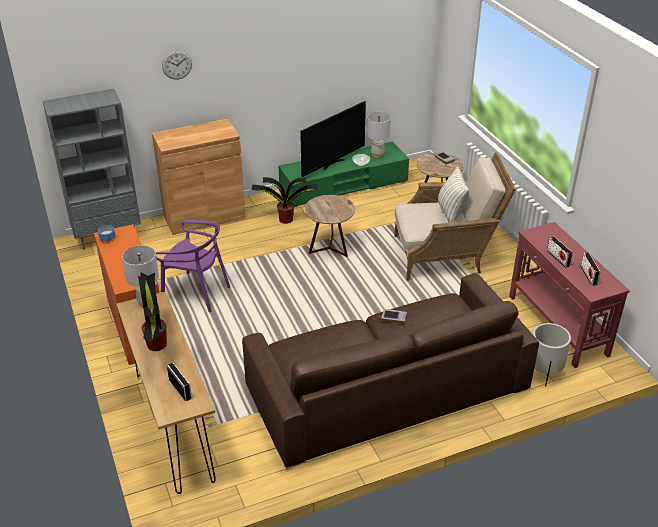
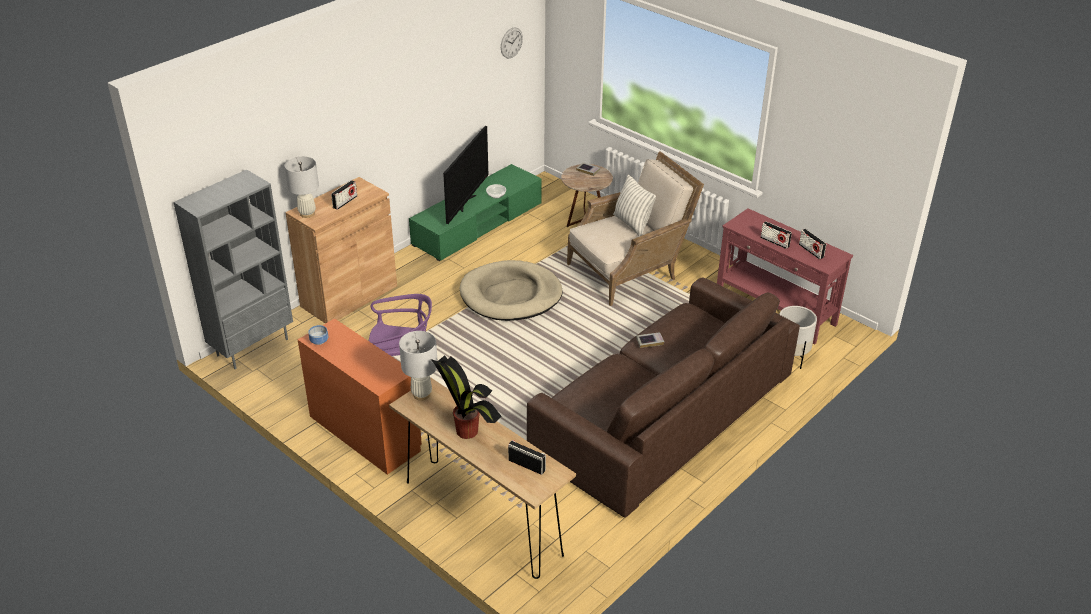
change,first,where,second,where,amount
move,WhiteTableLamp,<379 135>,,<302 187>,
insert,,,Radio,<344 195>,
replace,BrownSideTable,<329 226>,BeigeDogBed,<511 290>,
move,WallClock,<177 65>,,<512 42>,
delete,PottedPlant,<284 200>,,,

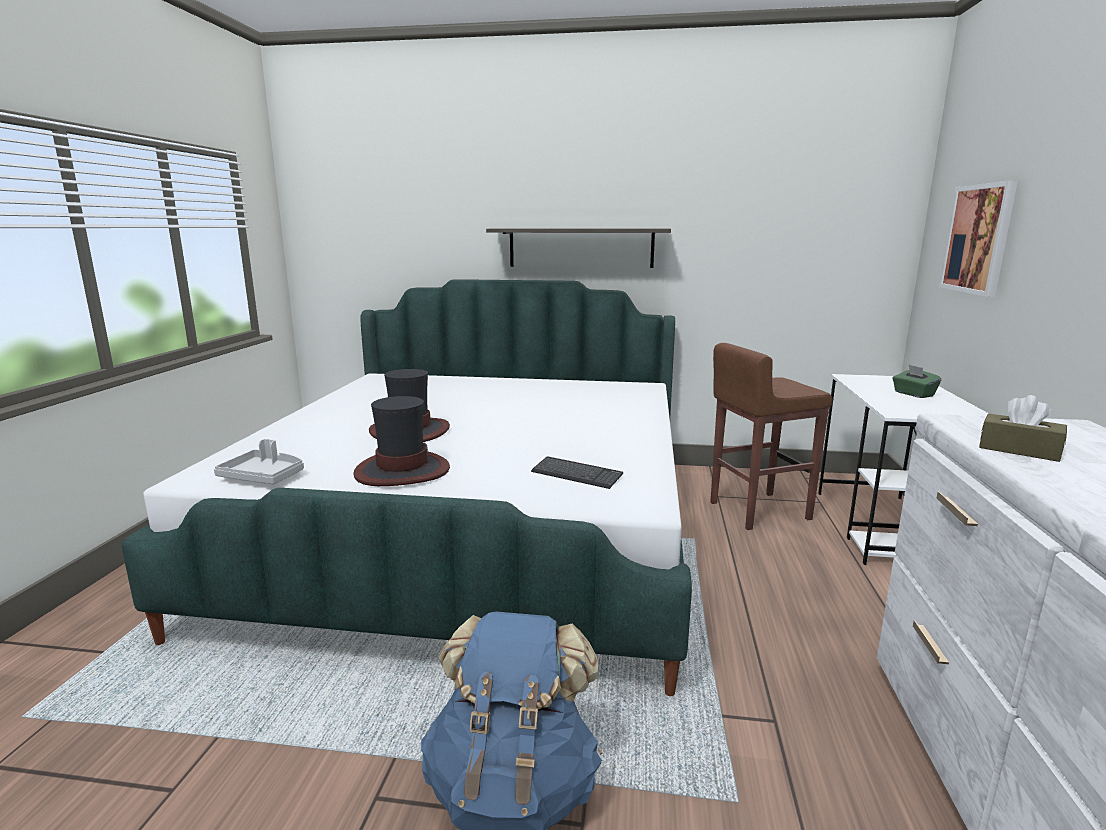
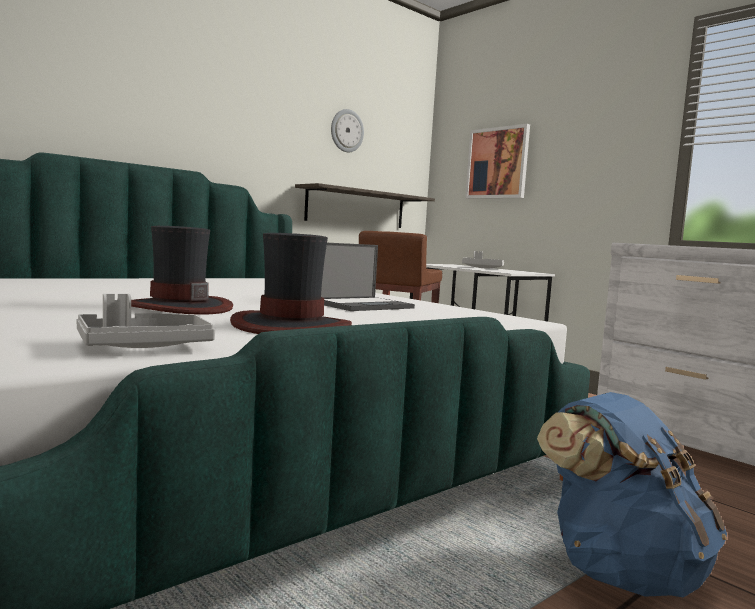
change,first,where,second,where,amount
move,Shelf,<578 248>,,<365 205>,
insert,,,Laptop,<368 277>,
insert,,,WallClock,<347 130>,
replace,GreenTissueBox,<917 381>,GreyTray,<483 259>,
delete,Keyboard,<577 473>,,,
delete,BrownTissueBox,<1023 428>,,,

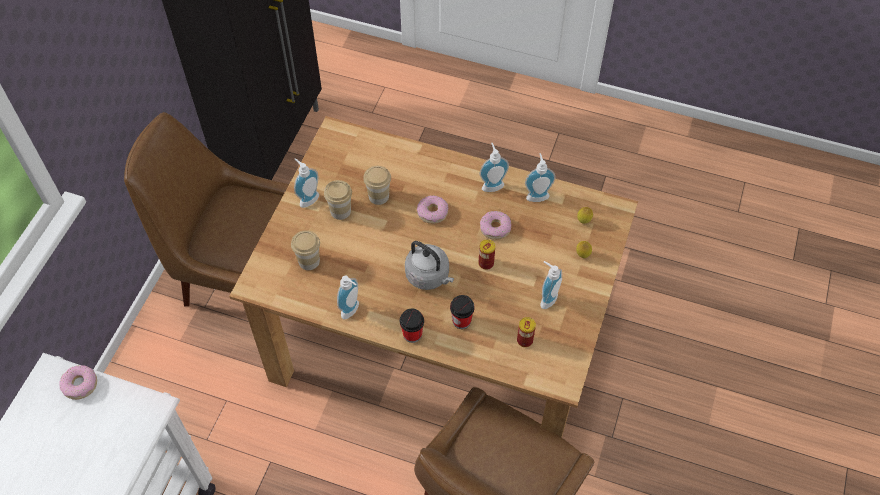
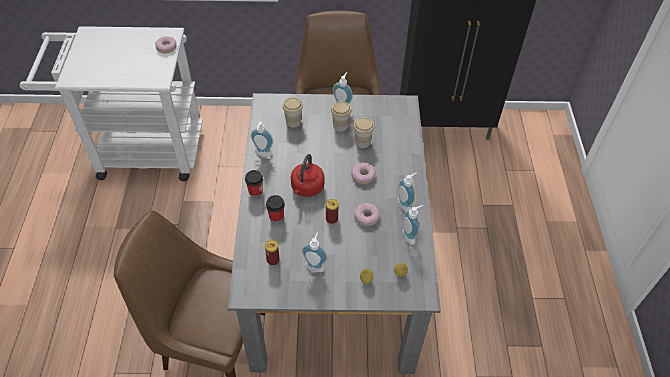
change,first,where,second,where,amount
recolor,BrownDiningTable,<433 277>,GreyDiningTable,<334 233>,
recolor,GreyKettle,<429 265>,RedKettle,<307 175>,

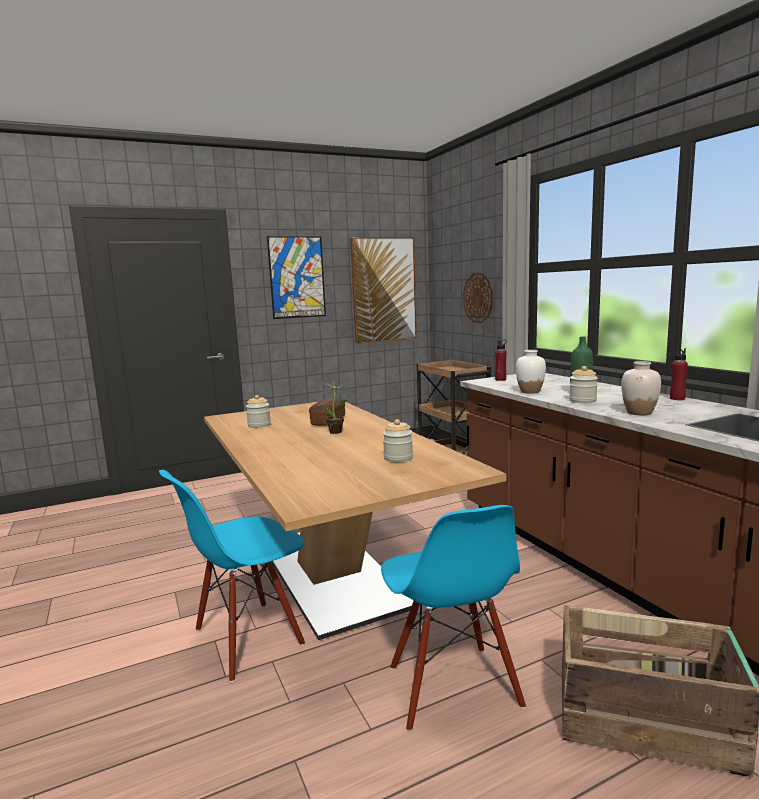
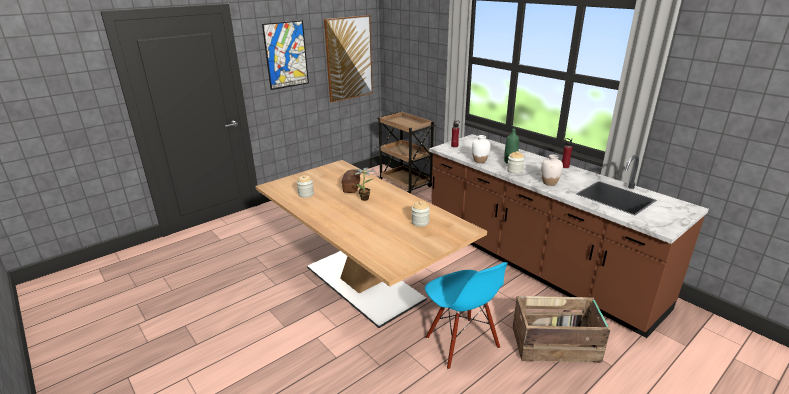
change,first,where,second,where,amount
delete,BlueChair,<232 576>,,,
delete,WallClock,<478 298>,,,

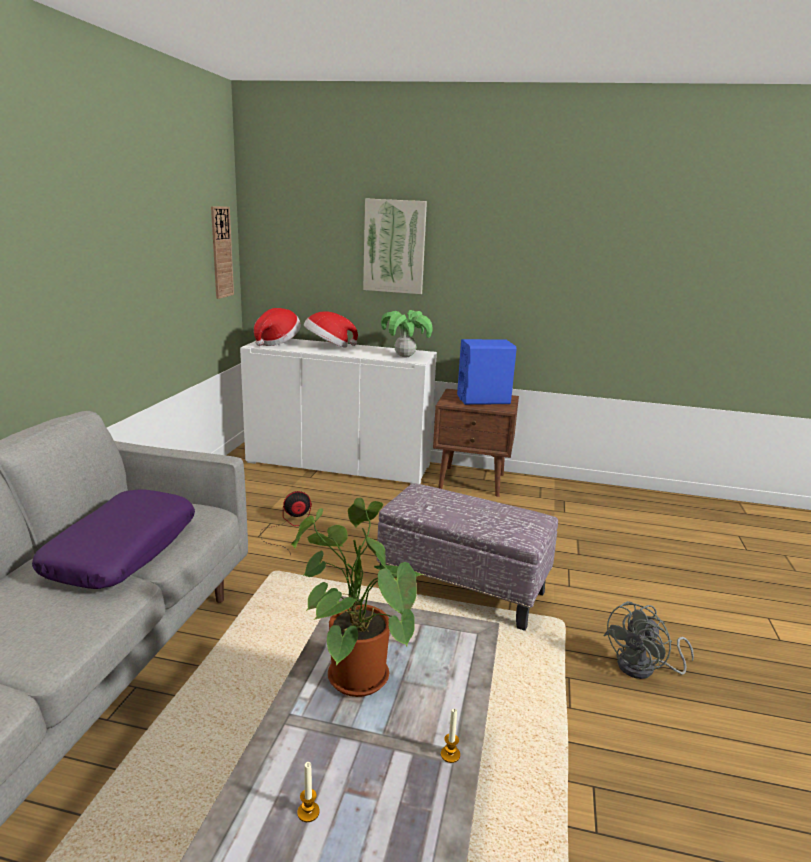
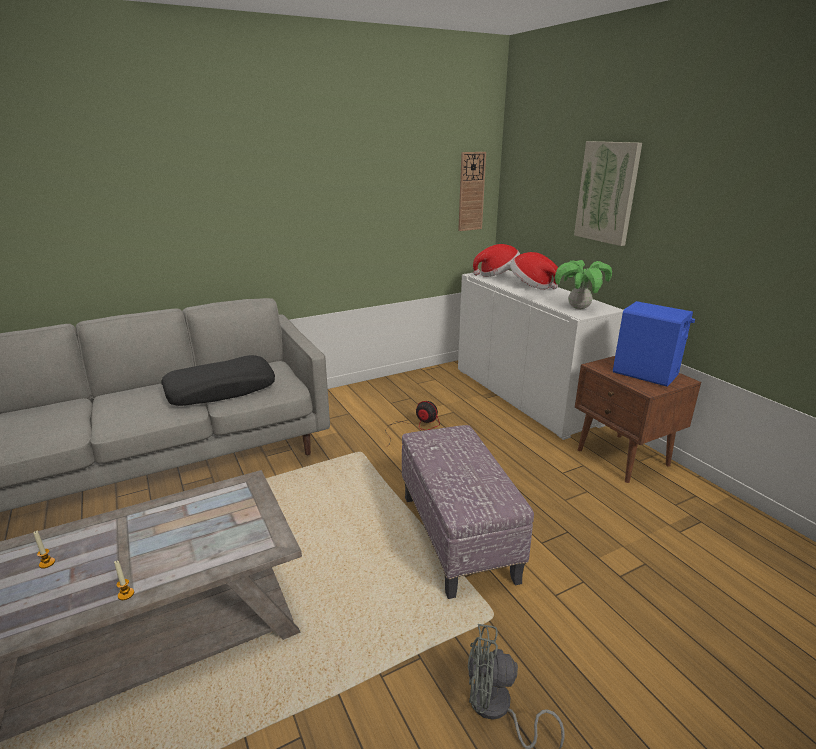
change,first,where,second,where,amount
recolor,PurplePillow,<113 539>,BlackPillow,<218 380>,
delete,PottedPlant,<358 597>,,,

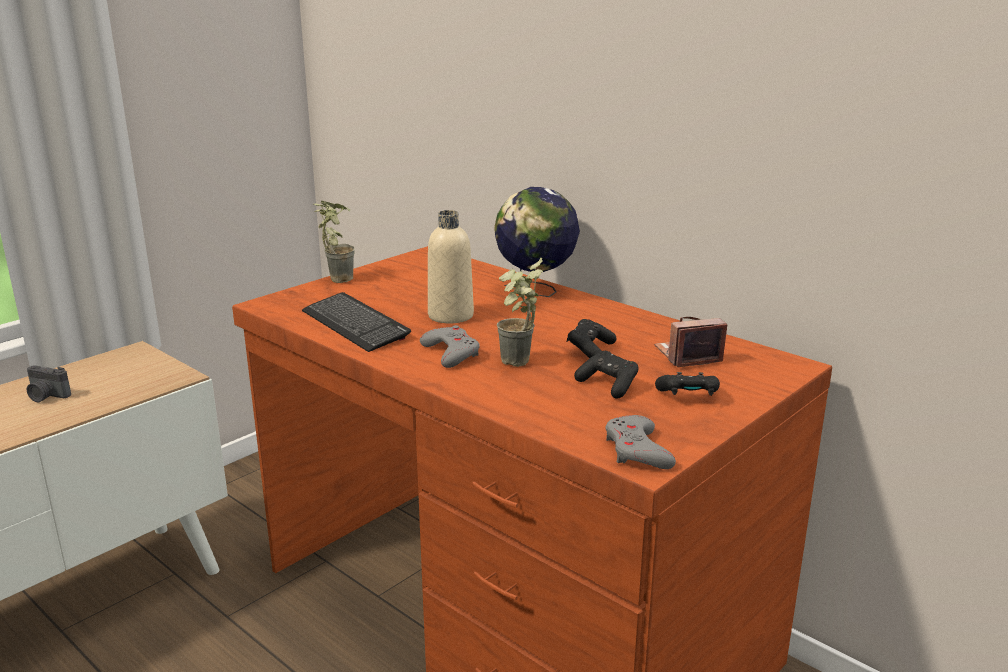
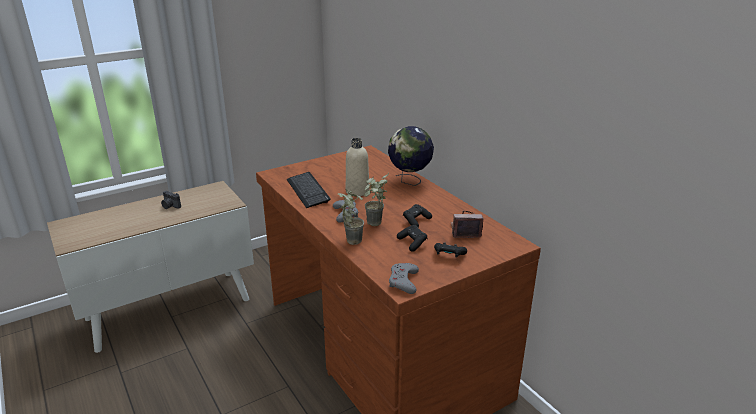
change,first,where,second,where,amount
move,PottedPlant,<334 242>,,<351 217>,

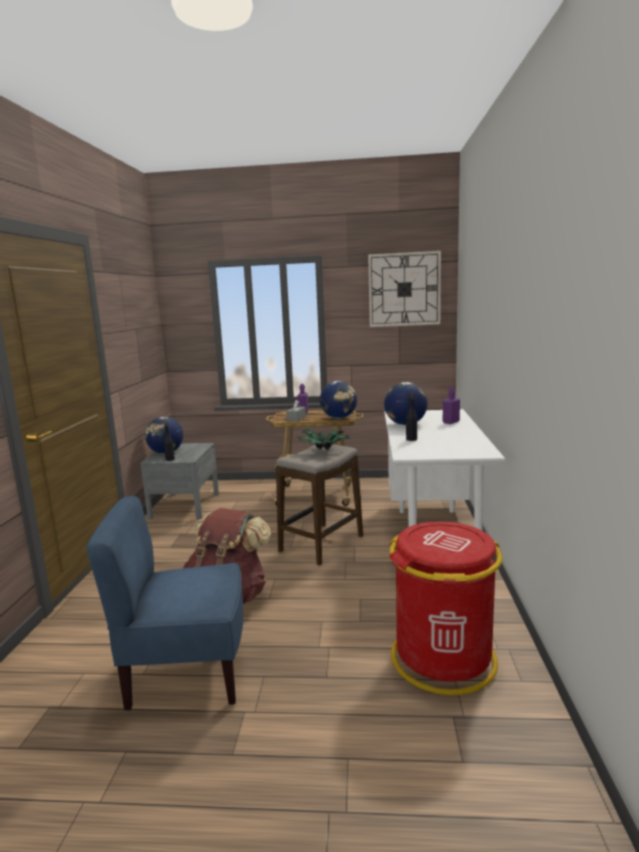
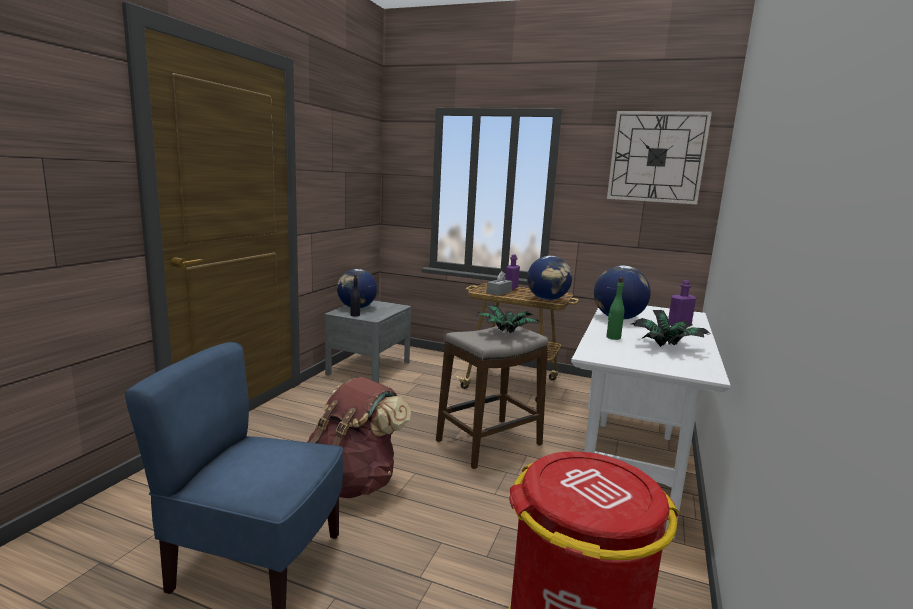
change,first,where,second,where,amount
recolor,BlackBottle,<411 417>,GreenBottle,<615 308>,
insert,,,PottedPlant,<671 328>,

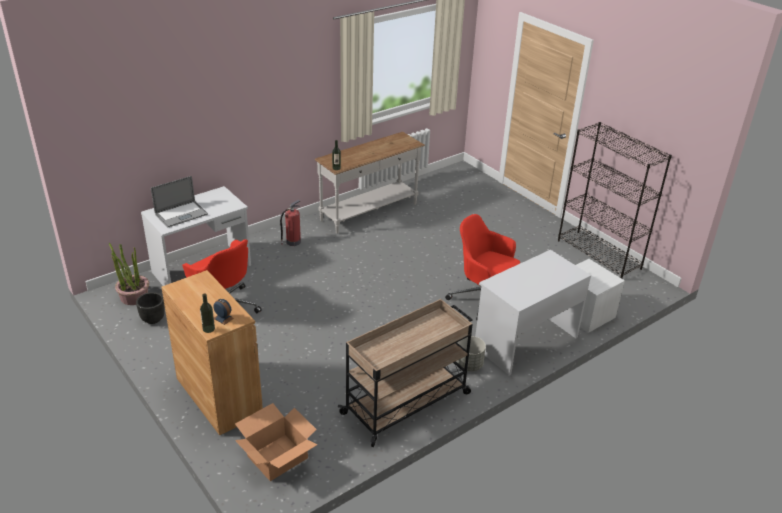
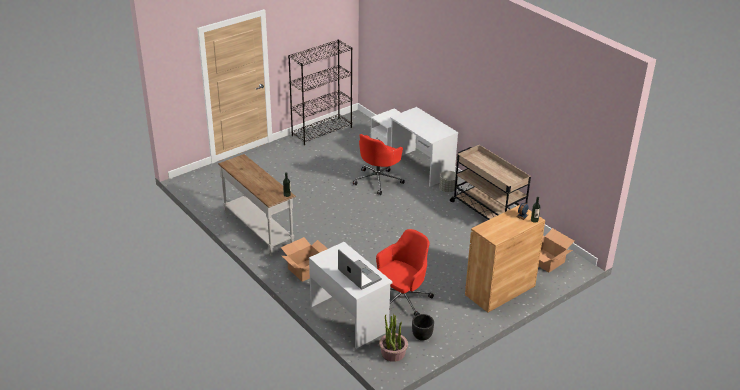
change,first,where,second,where,amount
replace,FireExtinguisher,<290 223>,CardboardBox,<304 259>,

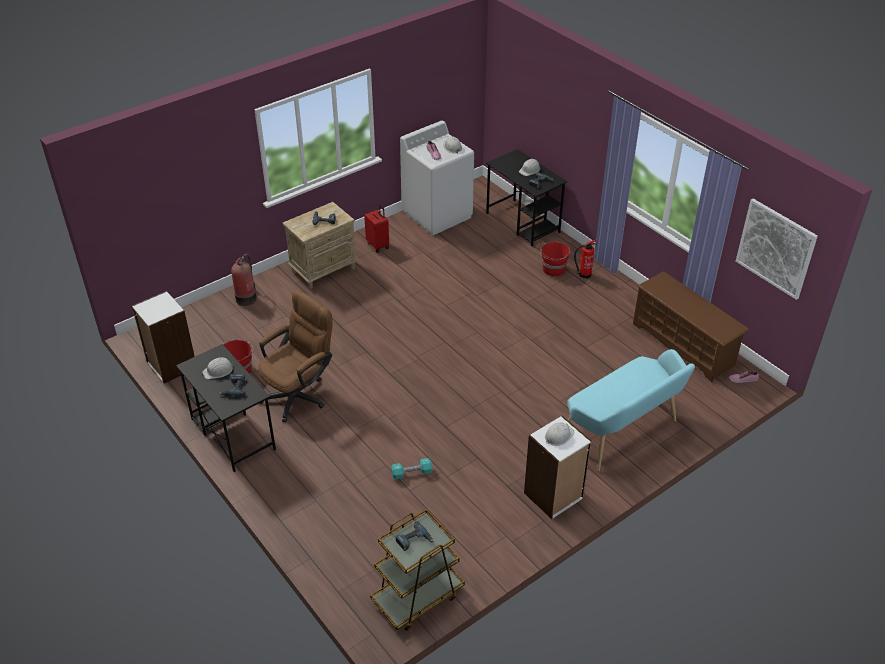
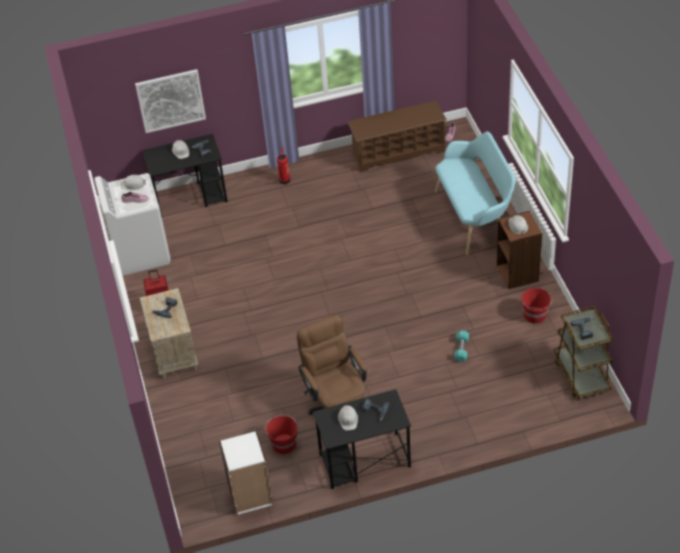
change,first,where,second,where,amount
move,Picture,<777 249>,,<170 101>,
recolor,WhiteBookcase,<558 467>,BrownBookcase,<520 250>,
move,RedBucket,<555 259>,,<536 306>,
delete,FireExtinguisher,<244 280>,,,

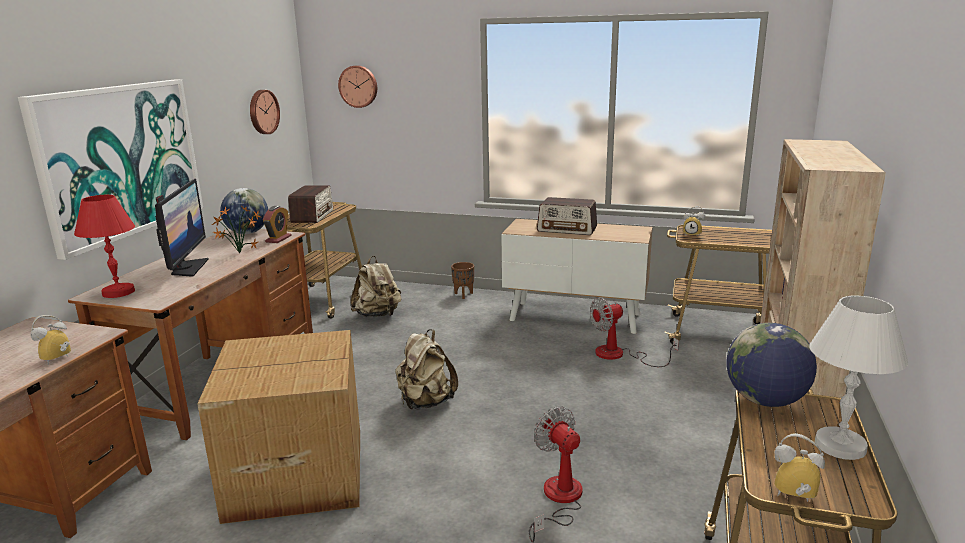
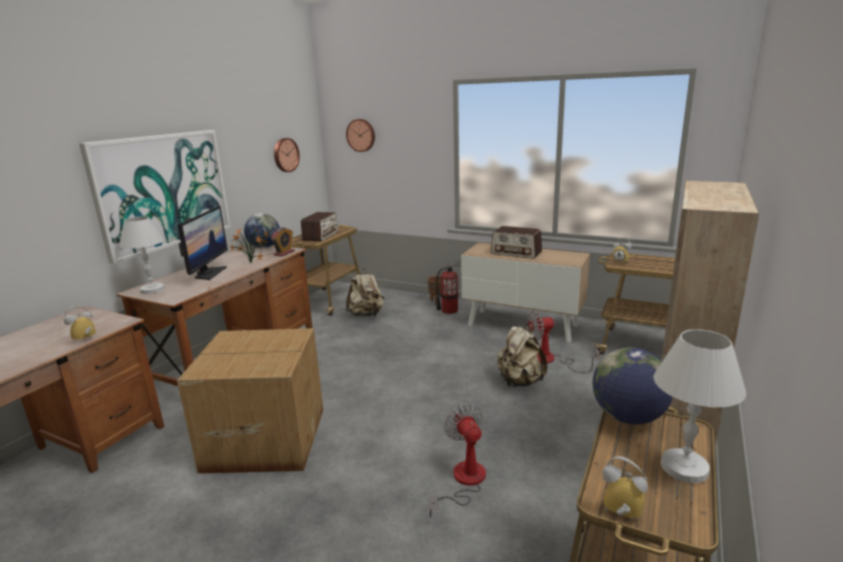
change,first,where,second,where,amount
recolor,RedTableLamp,<104 246>,WhiteTableLamp,<142 255>,
insert,,,FireExtinguisher,<448 287>,
move,BeigeBackpack,<426 369>,,<522 355>,

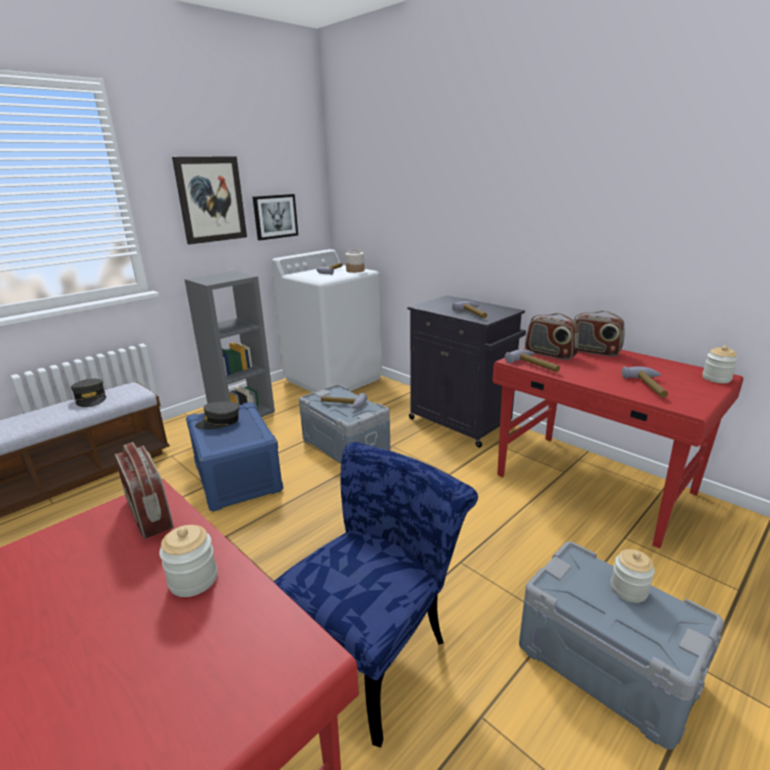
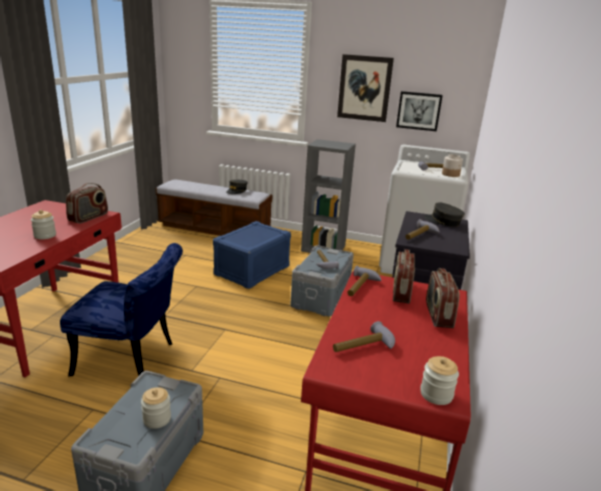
change,first,where,second,where,amount
move,GreyCap,<217 416>,,<444 214>,

